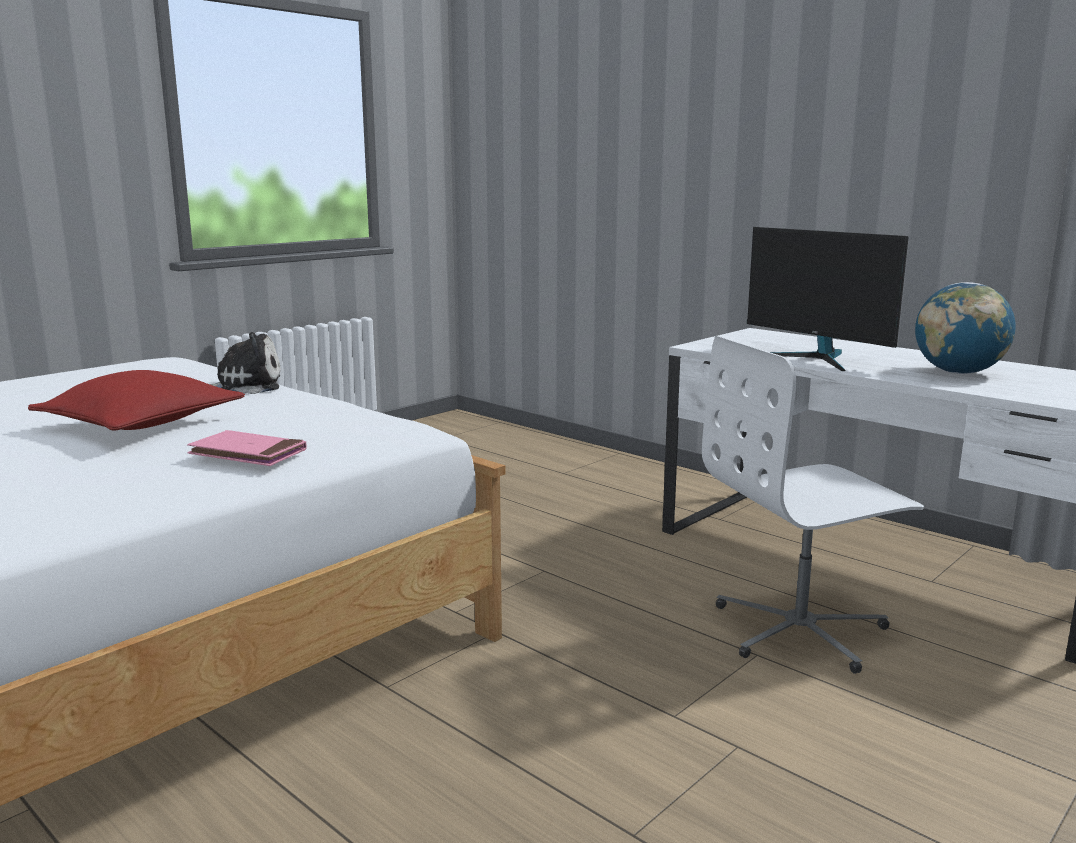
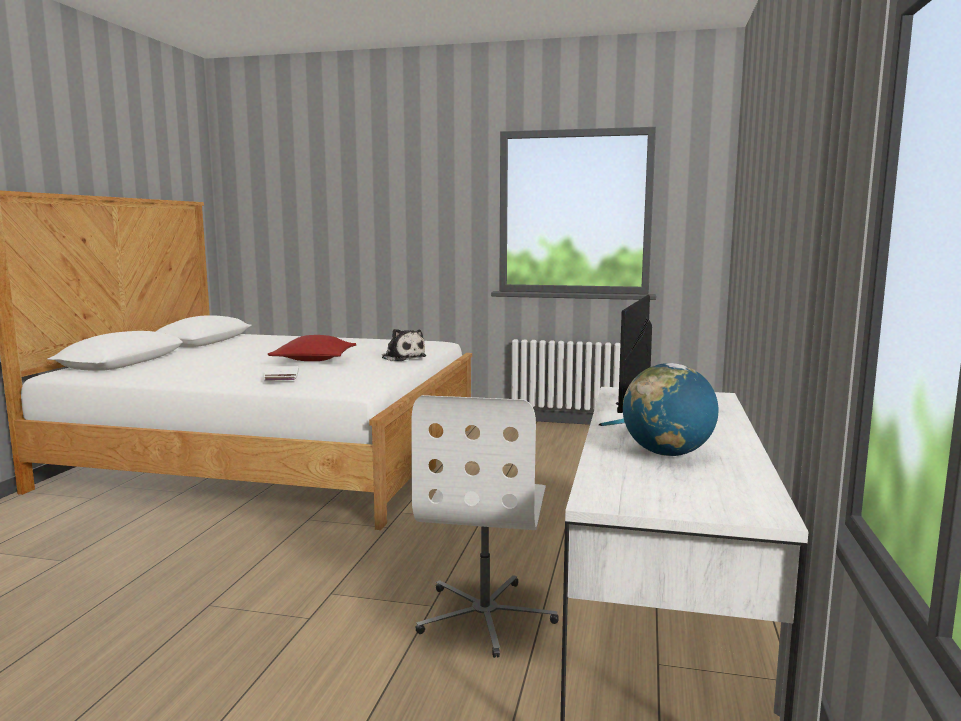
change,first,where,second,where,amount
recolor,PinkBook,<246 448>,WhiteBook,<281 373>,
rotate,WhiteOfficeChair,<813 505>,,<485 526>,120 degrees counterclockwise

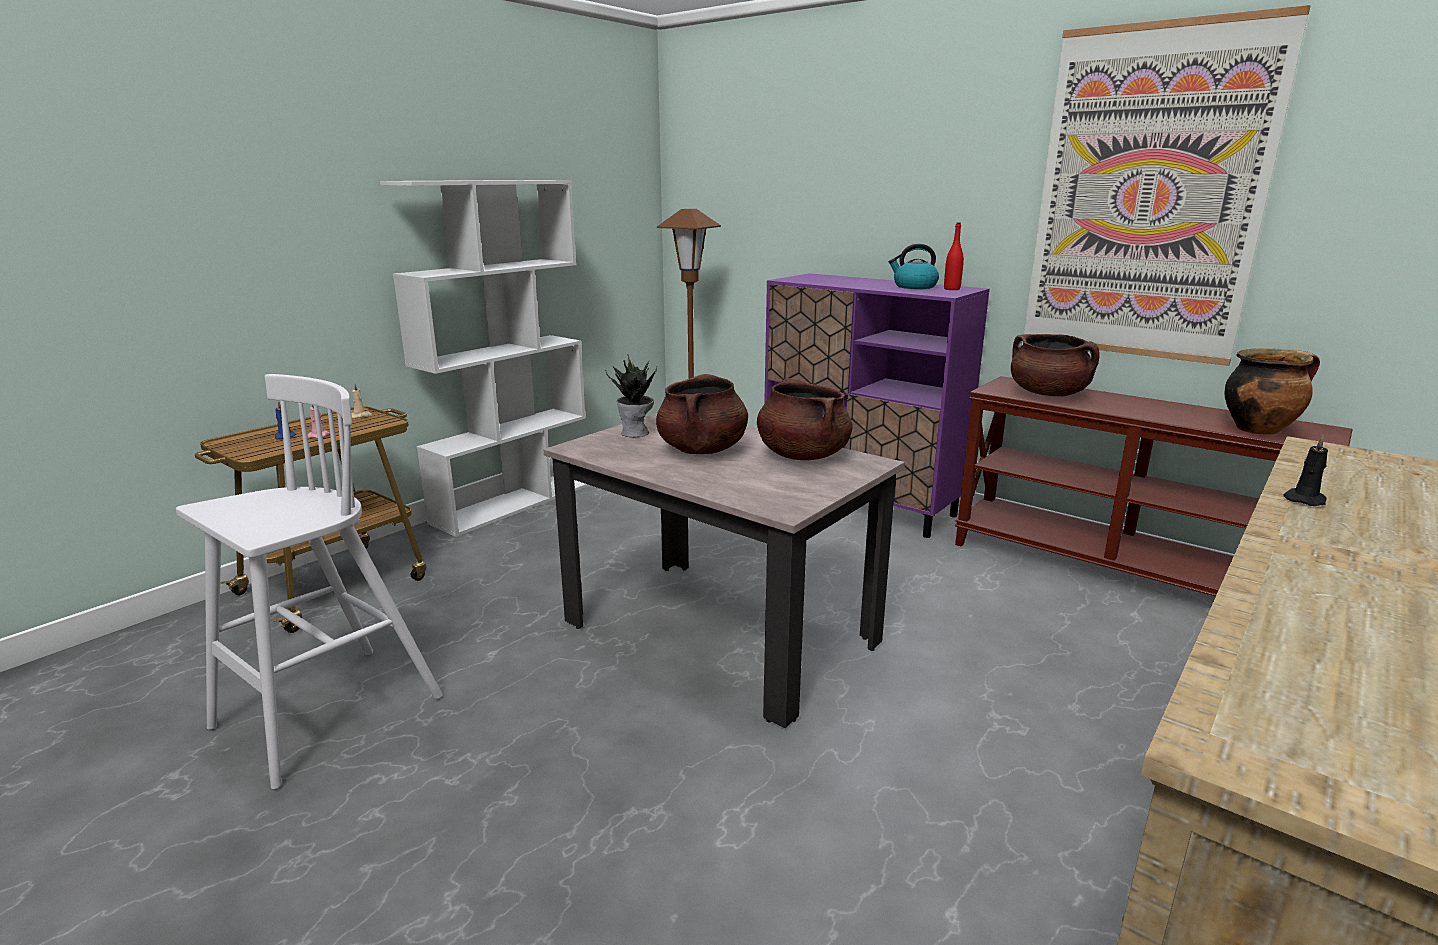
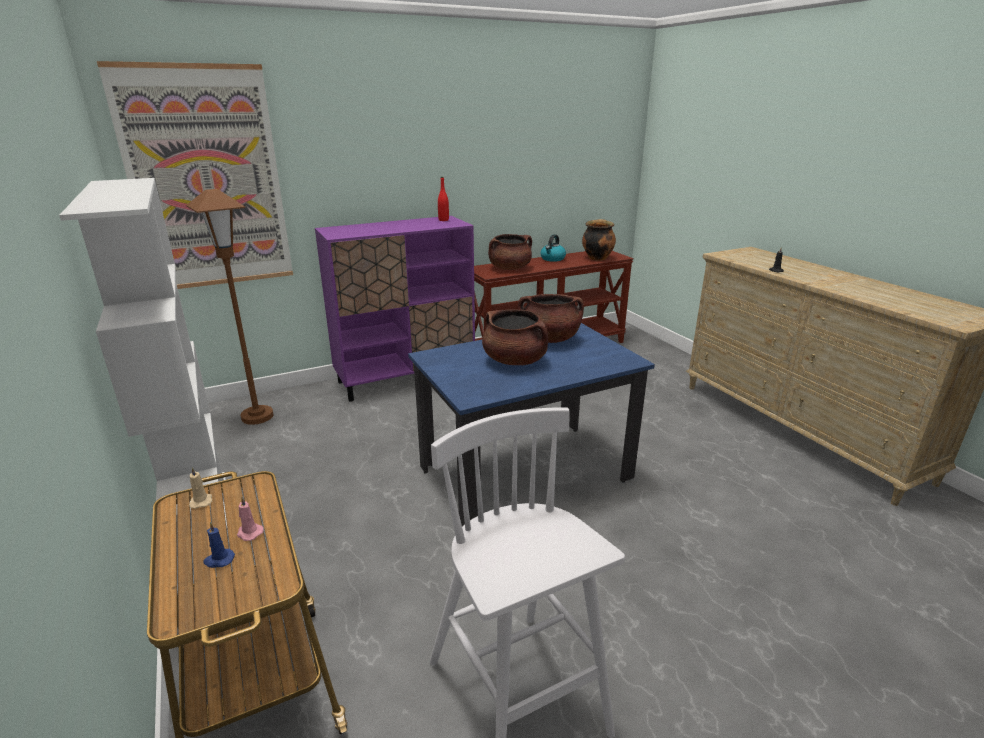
change,first,where,second,where,amount
move,Picture,<1167 185>,,<195 175>,
recolor,BeigeDiningTable,<724 570>,BlueDiningTable,<531 424>,
move,Kettle,<913 266>,,<553 248>,
delete,PottedPlant,<631 396>,,,

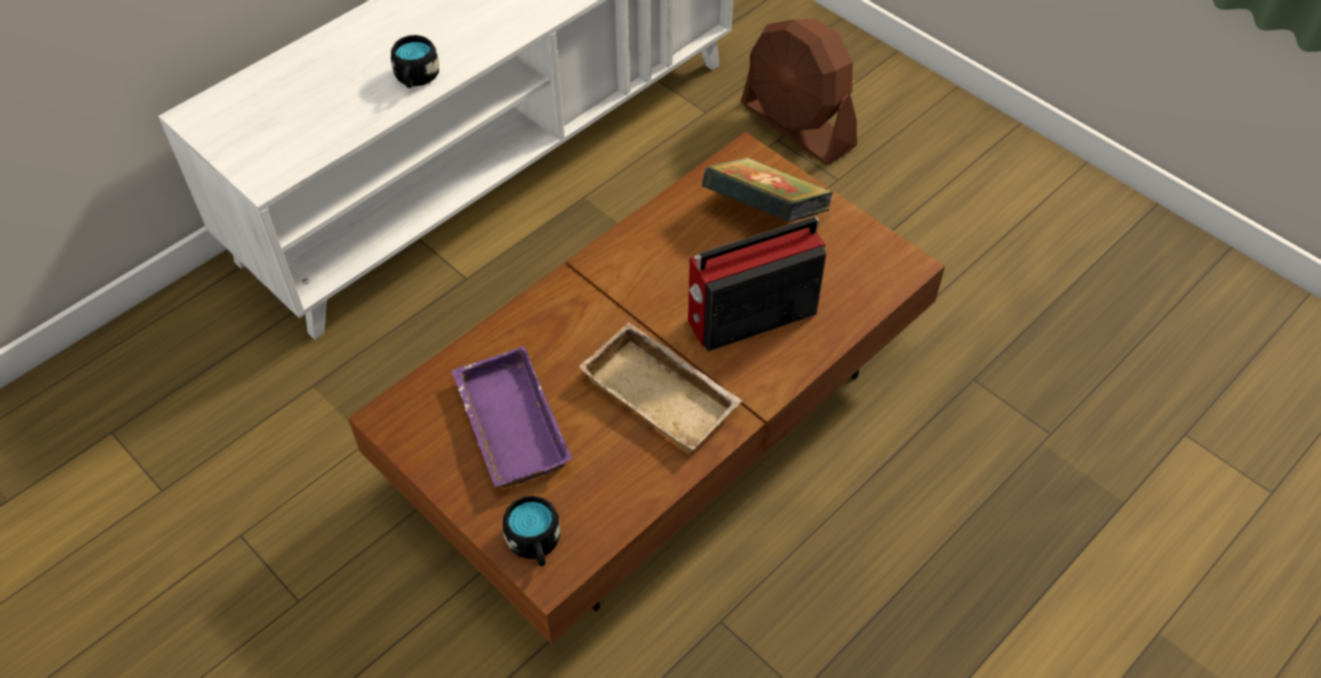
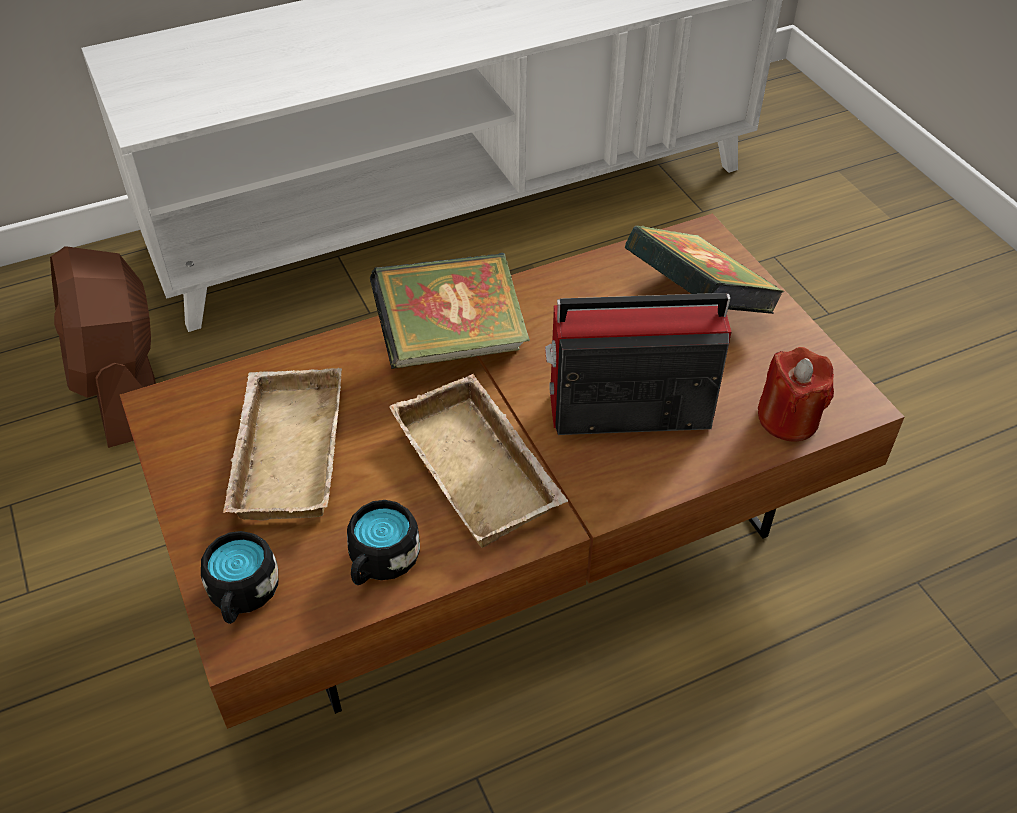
change,first,where,second,where,amount
move,BrownFan,<799 92>,,<103 347>,
recolor,PurpleTray,<511 416>,BeigeTray,<282 444>,
move,BlackMug,<415 61>,,<383 542>,
insert,,,Book,<450 311>,
insert,,,RedCandle,<796 394>,

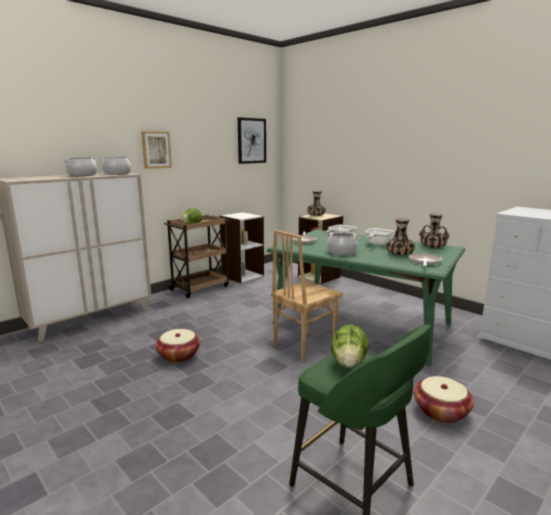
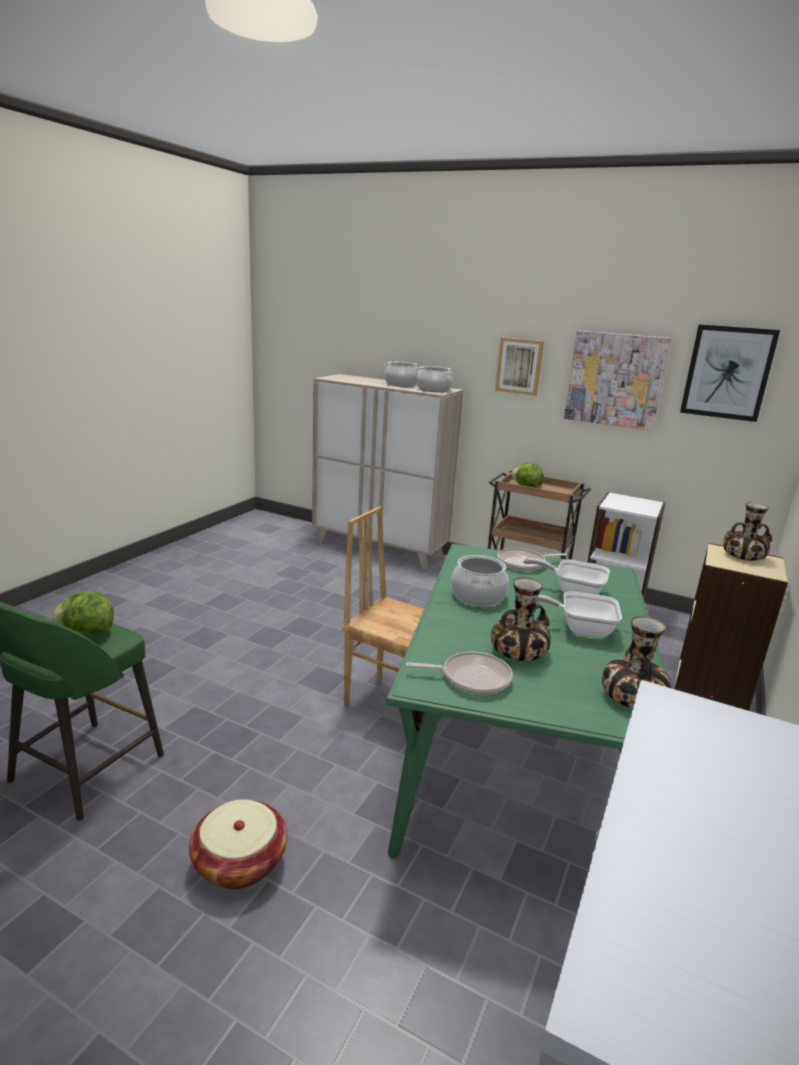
change,first,where,second,where,amount
insert,,,Picture,<617 380>,
delete,Basket,<177 346>,,,

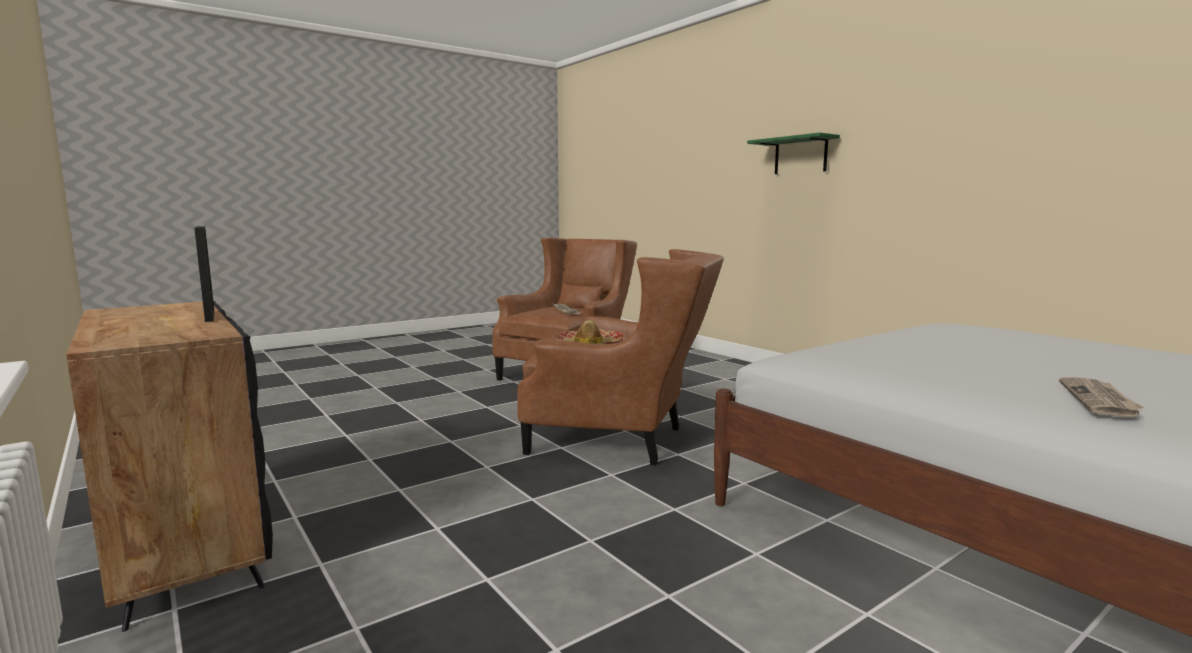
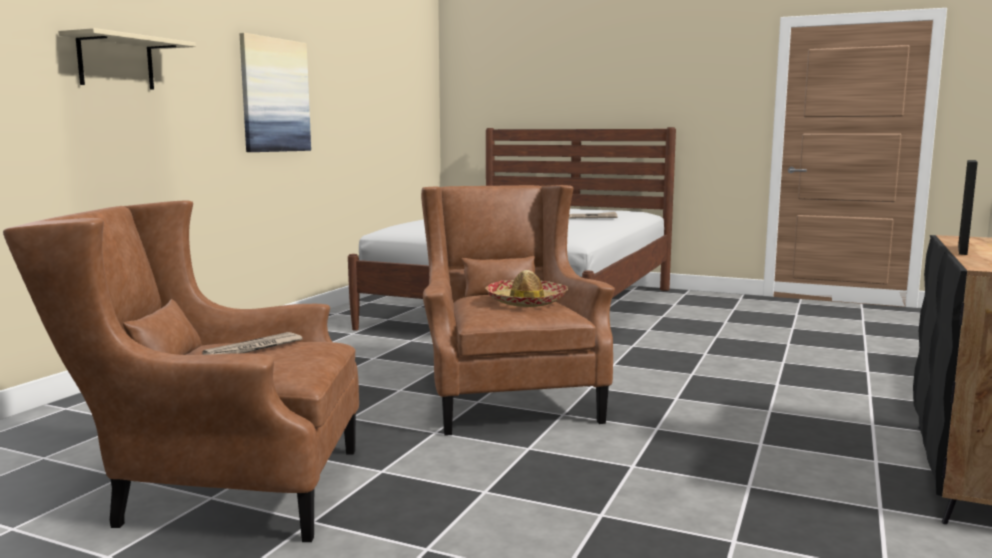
change,first,where,second,where,amount
recolor,GreenShelf,<793 153>,BeigeShelf,<127 59>,
insert,,,Picture,<275 92>,

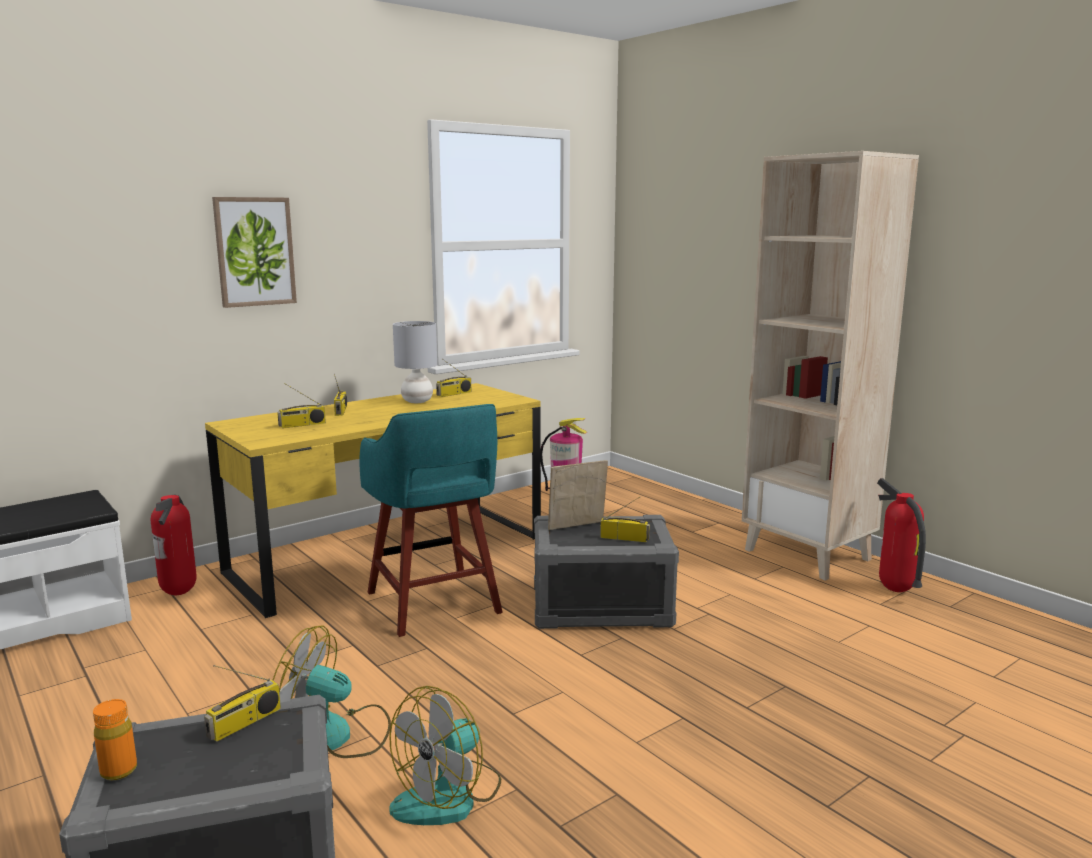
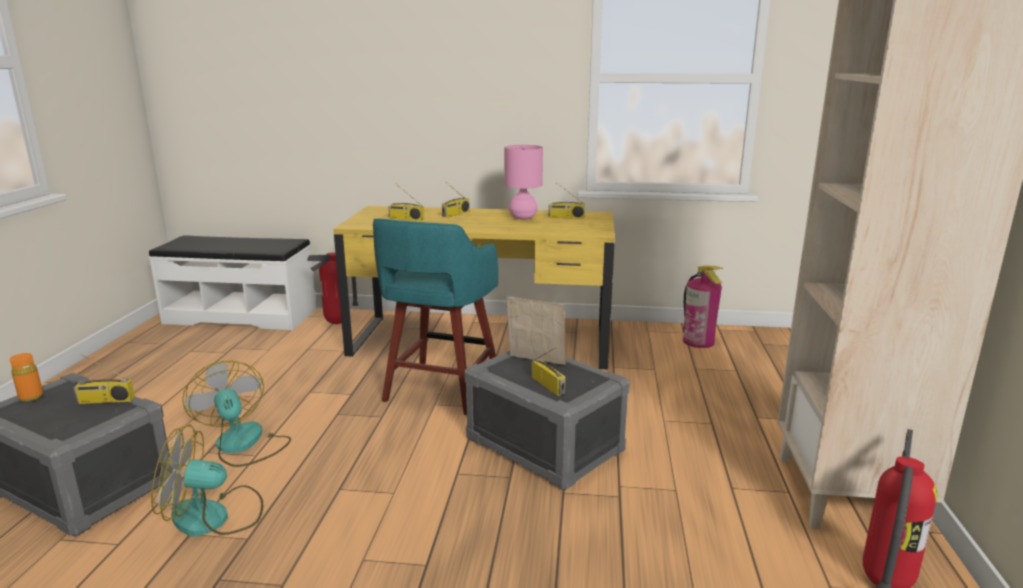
change,first,where,second,where,amount
recolor,GreyTableLamp,<415 362>,PinkTableLamp,<523 182>,
delete,Picture,<254 252>,,,

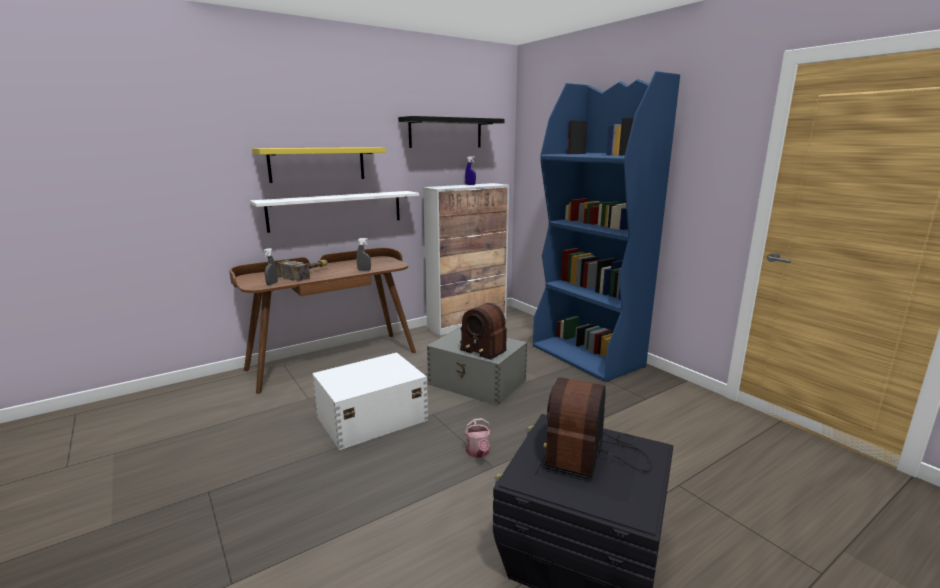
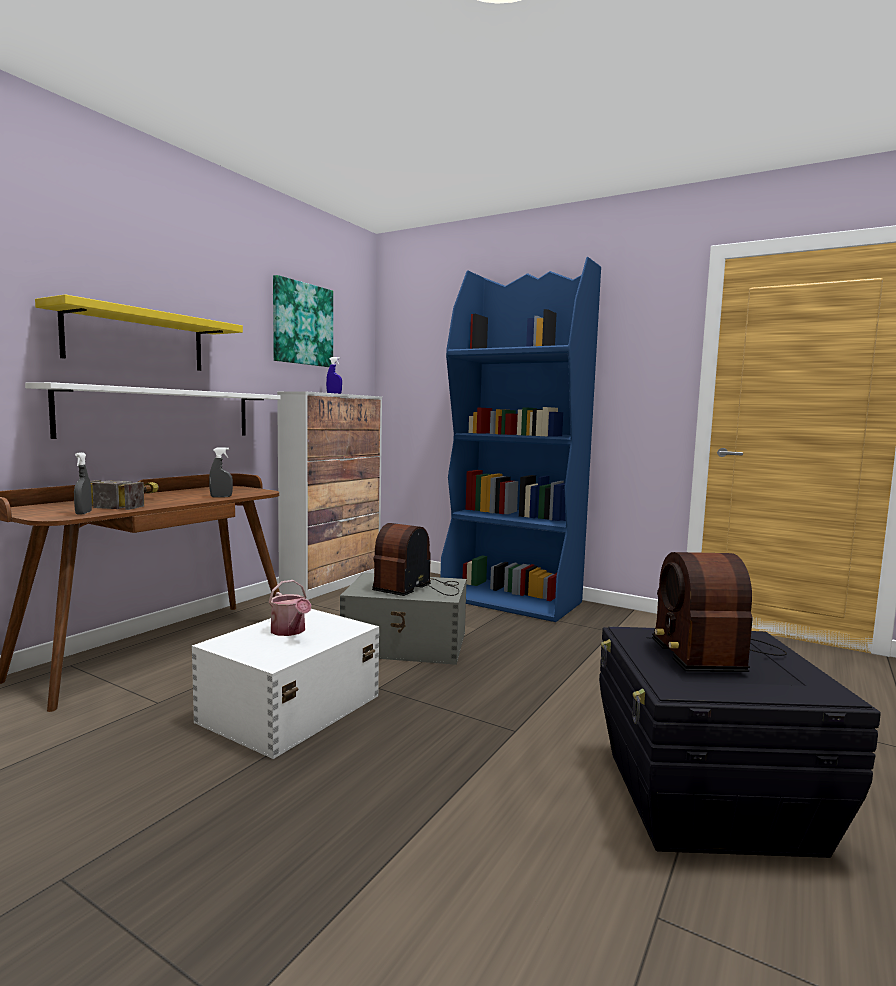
change,first,where,second,where,amount
move,WateringCan,<478 438>,,<290 608>,
replace,BlackShelf,<451 132>,Picture,<303 321>,
rotate,Radio,<483 331>,,<415 559>,105 degrees clockwise

